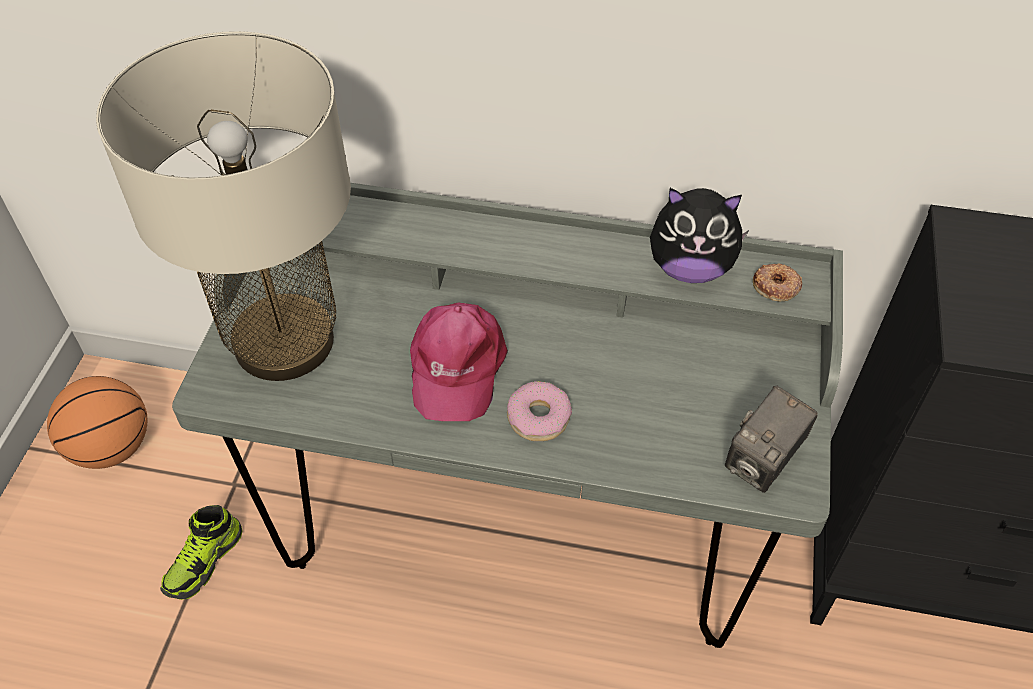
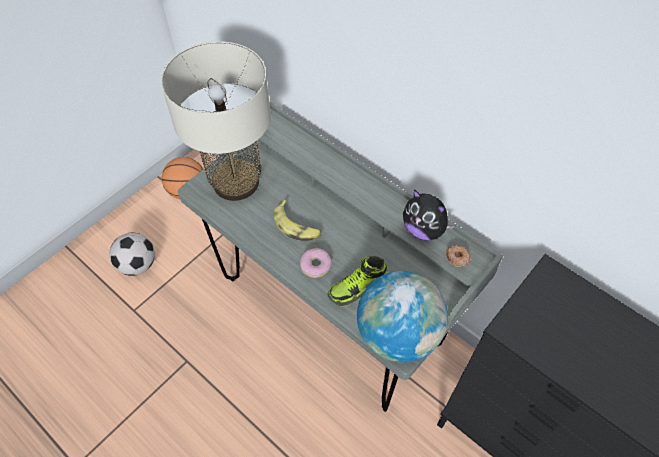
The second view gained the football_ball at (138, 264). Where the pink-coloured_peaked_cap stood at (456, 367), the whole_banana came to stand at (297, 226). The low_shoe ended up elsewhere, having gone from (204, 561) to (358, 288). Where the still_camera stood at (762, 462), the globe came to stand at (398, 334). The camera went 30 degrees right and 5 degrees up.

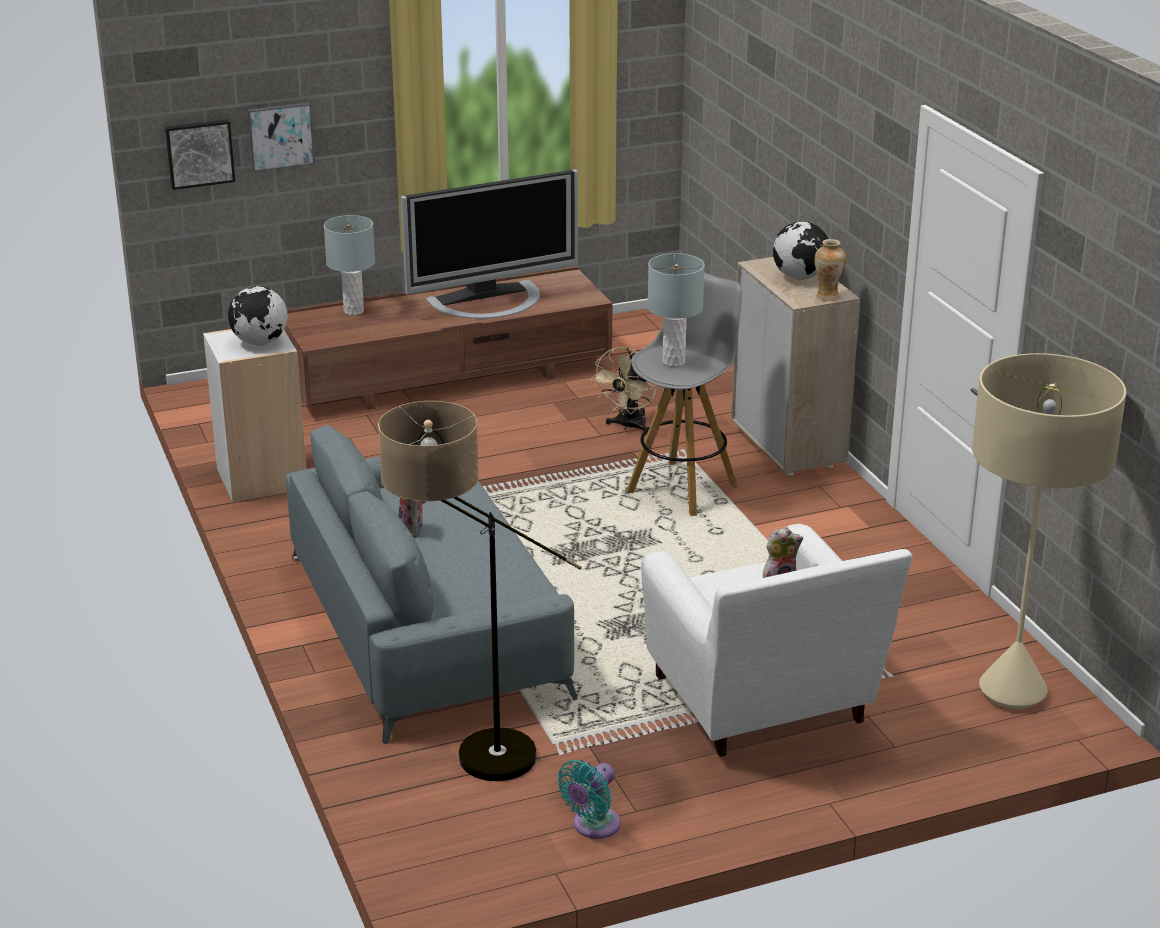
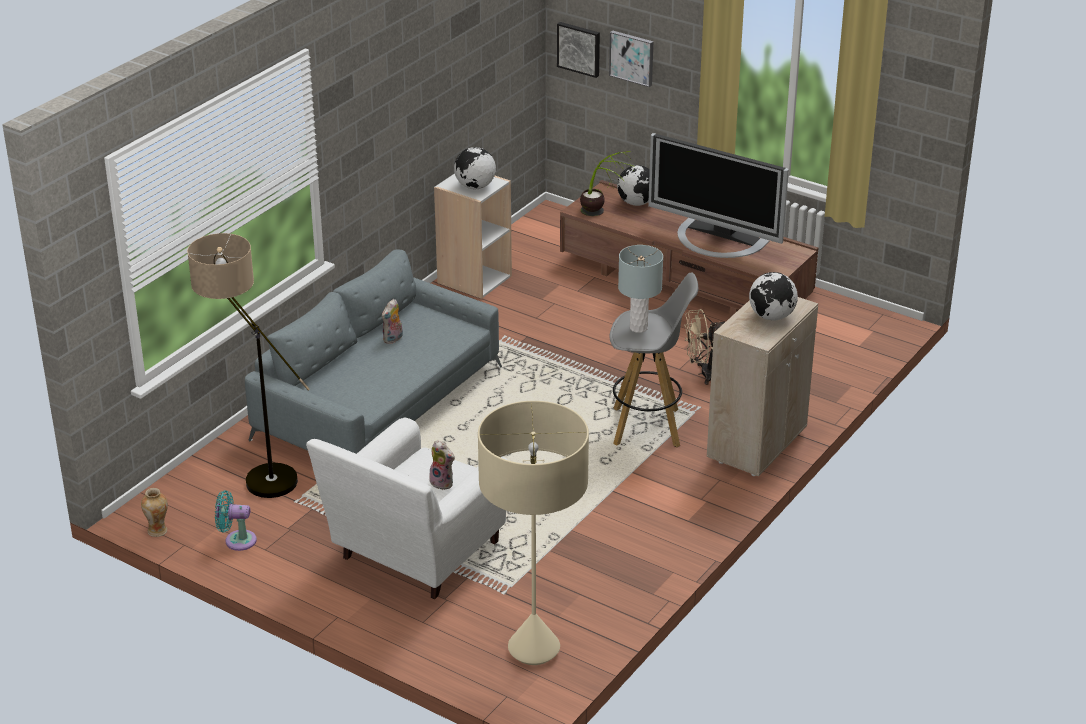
The vase ended up elsewhere, having gone from (827, 297) to (157, 531). The second view gained the houseplant at (603, 215). Where the gray_tabletop_lamp stood at (354, 311), the globe came to stand at (637, 203). The camera went 55 degrees right and 5 degrees up.

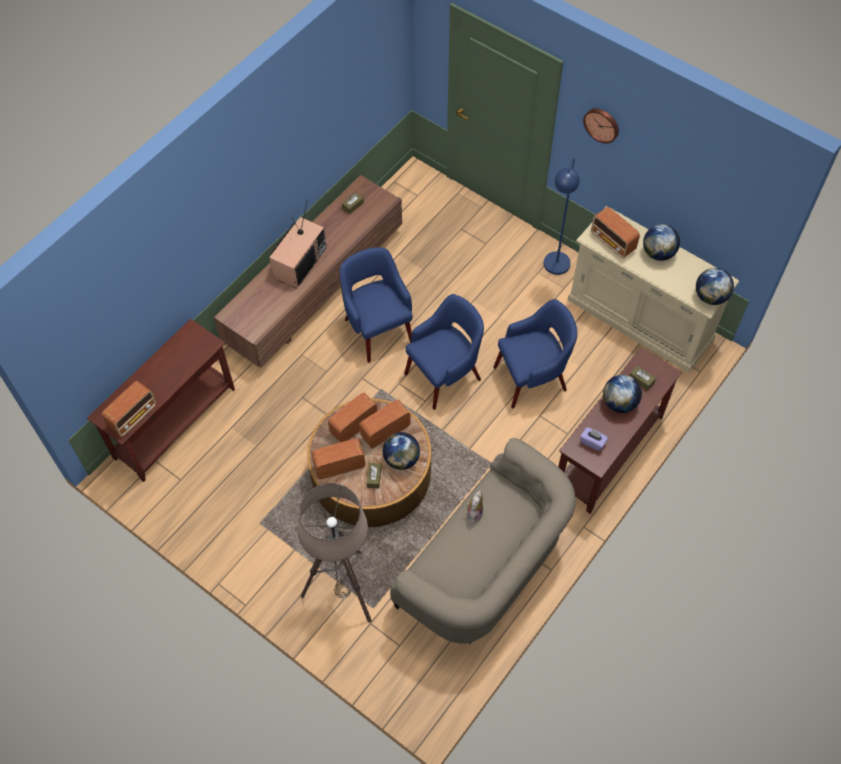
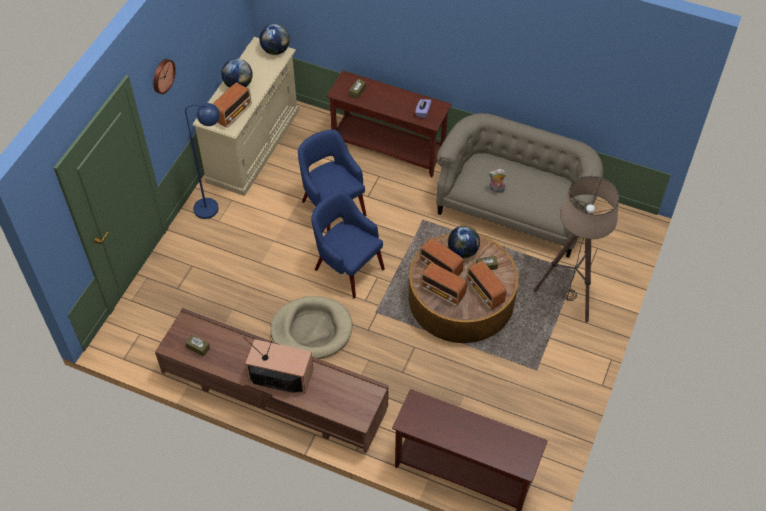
Where the blue-coloured_armchair stood at (377, 329), the beige-coloured_dog_cushion came to stand at (311, 330). The second view lost the radio_receiver at (133, 416). The second view lost the globe at (619, 403). The camera went 105 degrees left and 5 degrees down.

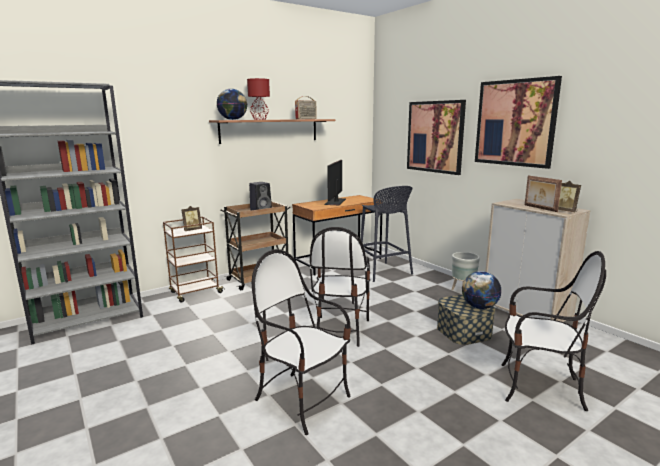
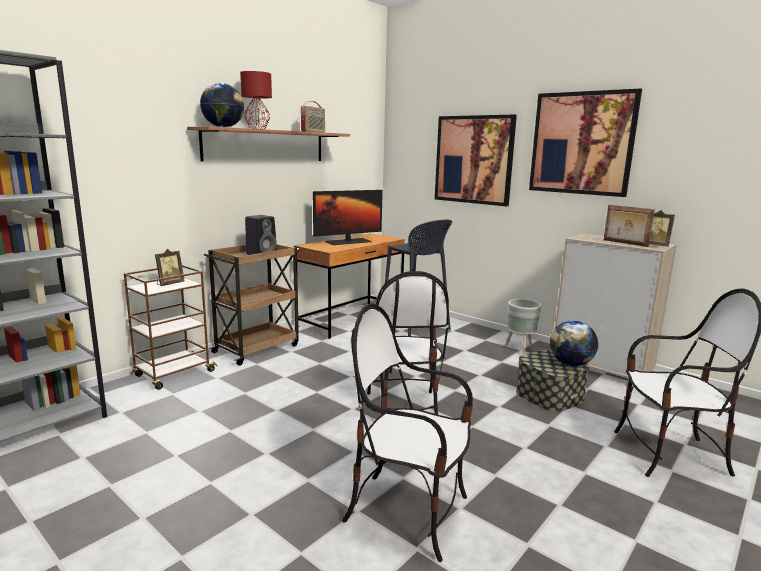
The computer_display at (335, 202) ended up facing another way, 120 degrees counterclockwise from before. The camera went 15 degrees left and 0 degrees up.

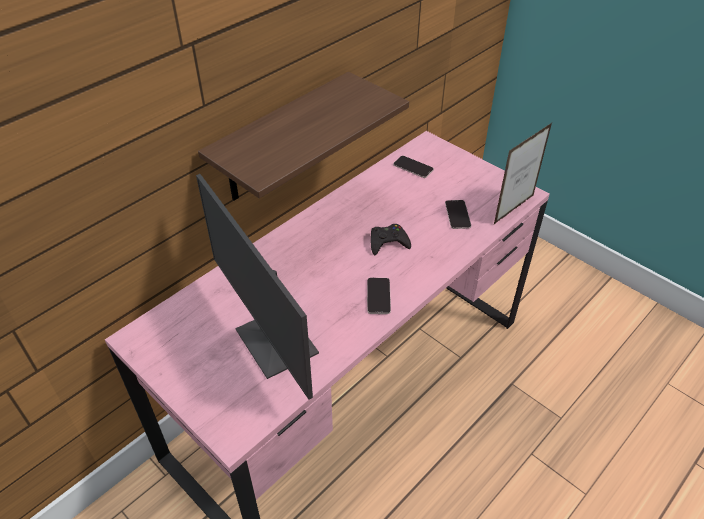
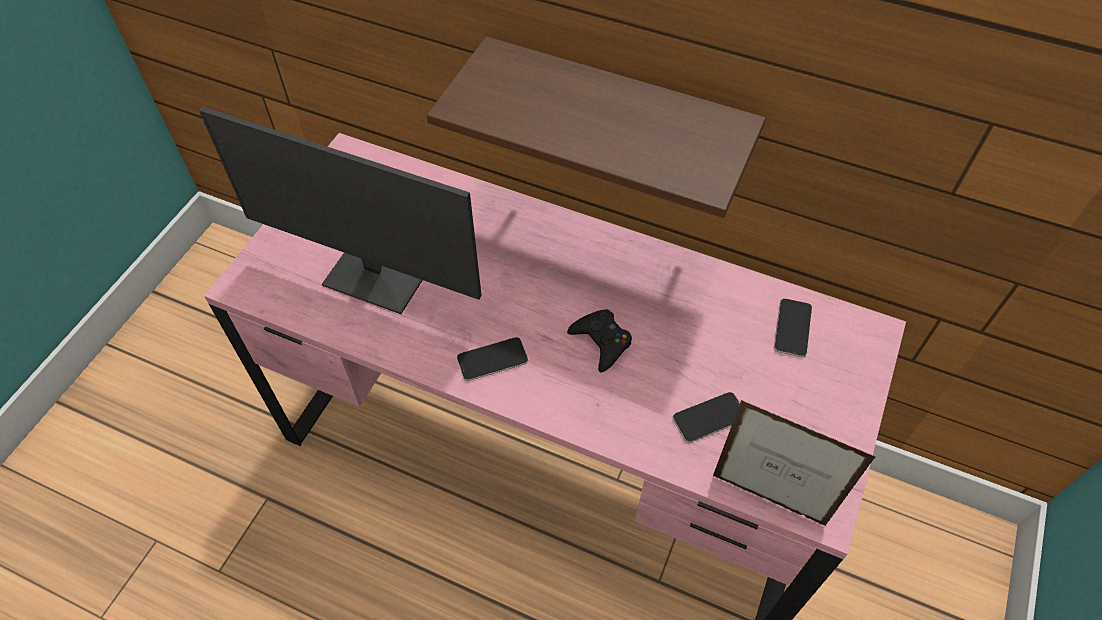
The computer_display at (274, 342) ended up facing another way, 105 degrees counterclockwise from before. The camera went 70 degrees right and 10 degrees up.

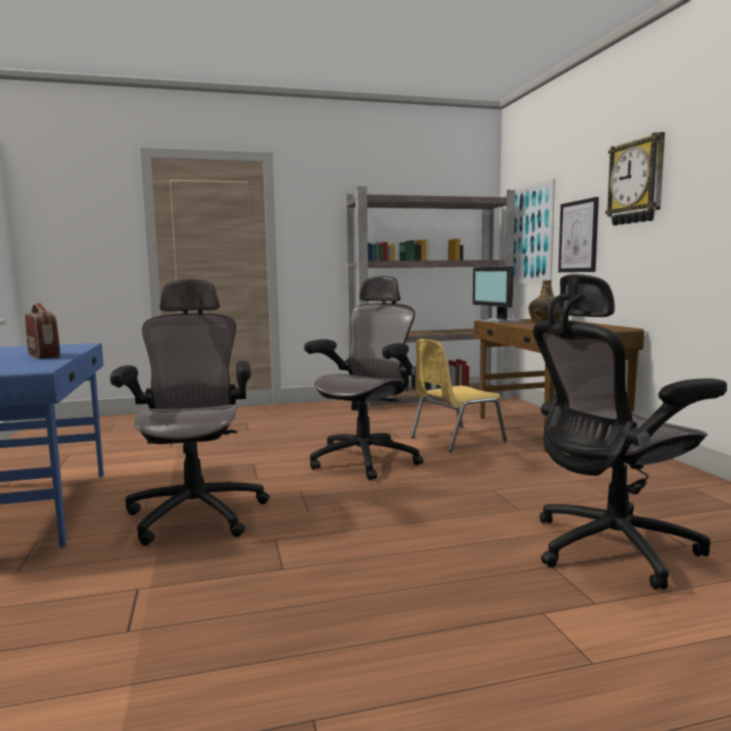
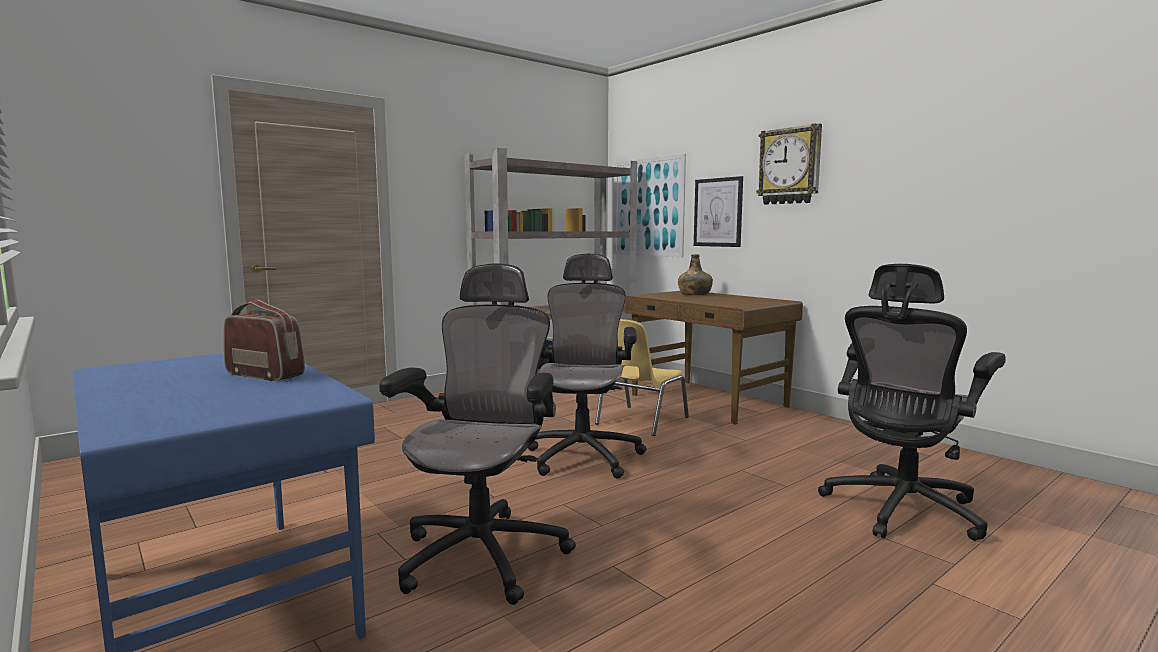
The desk_chair at (196, 514) ended up facing another way, 45 degrees clockwise from before. The second view lost the computer_display at (500, 321). The camera went 25 degrees left and 0 degrees up.

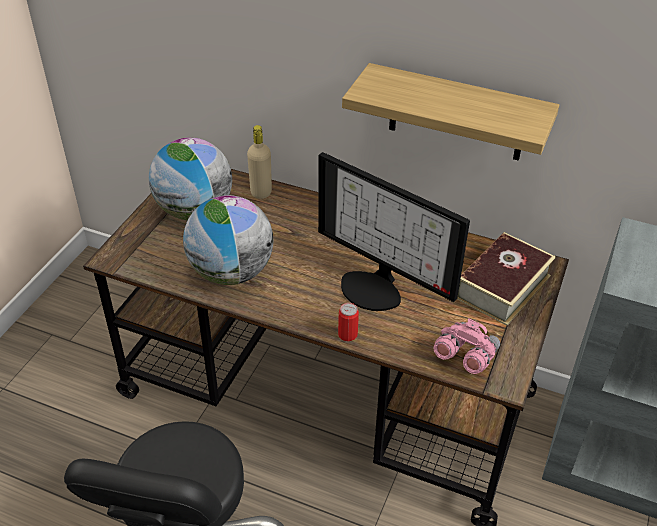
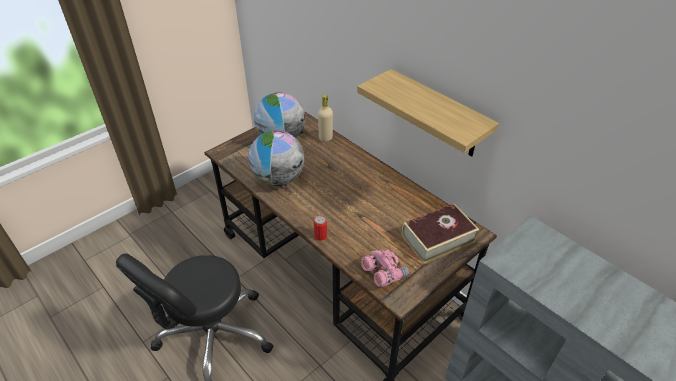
The second view lost the computer_display at (375, 287). The camera went 25 degrees right and 0 degrees up.

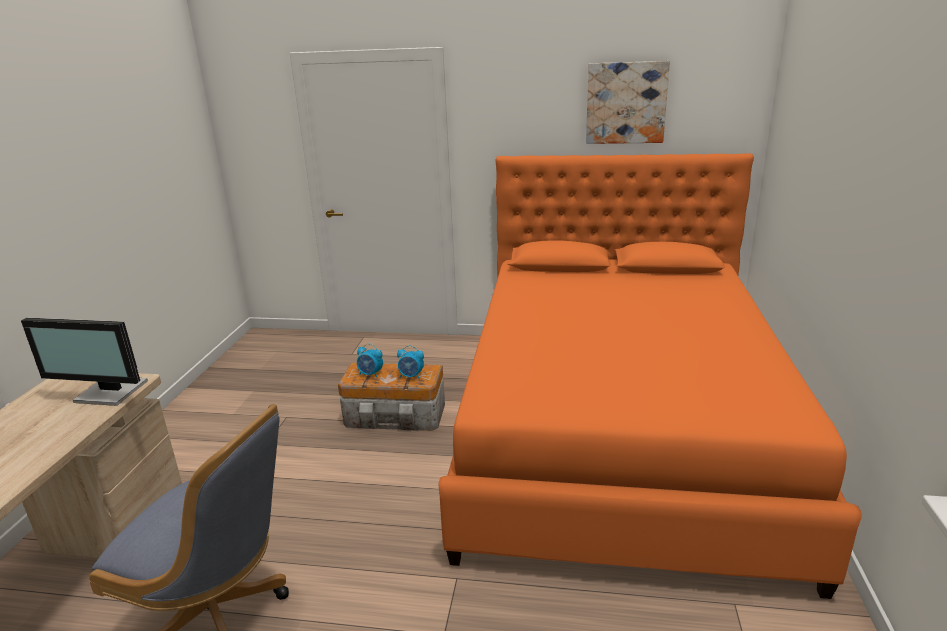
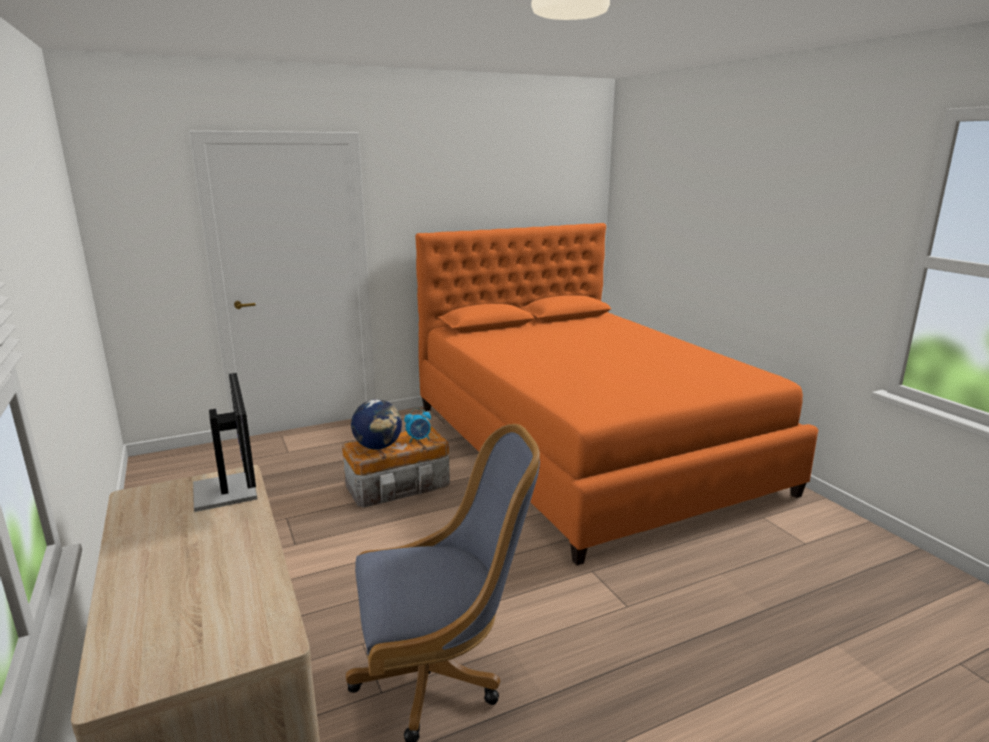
The computer_display at (110, 393) ended up facing another way, 90 degrees counterclockwise from before. Where the alarm_clock stood at (371, 374), the globe came to stand at (378, 447). The second view lost the wall_picture at (626, 103). The camera went 35 degrees left and 5 degrees down.

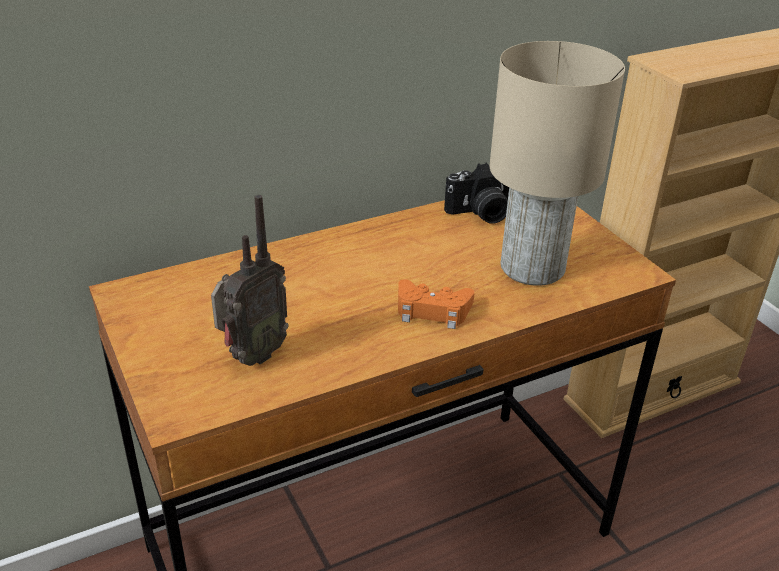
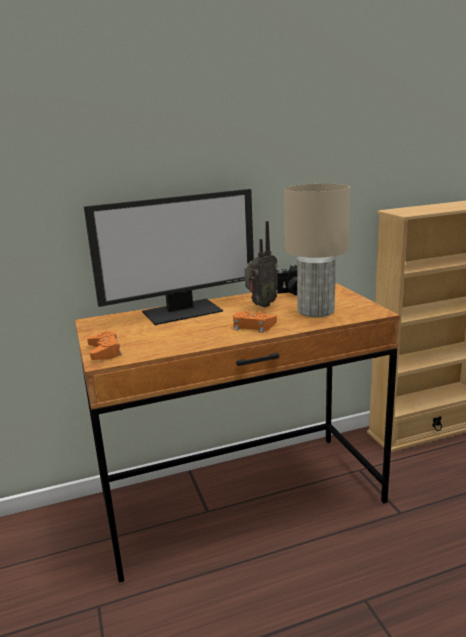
The second view gained the computer_display at (182, 311). The second view gained the orange_joypad at (104, 351). The radio_receiver ended up elsewhere, having gone from (252, 356) to (260, 305). The camera went 10 degrees right and 15 degrees down.

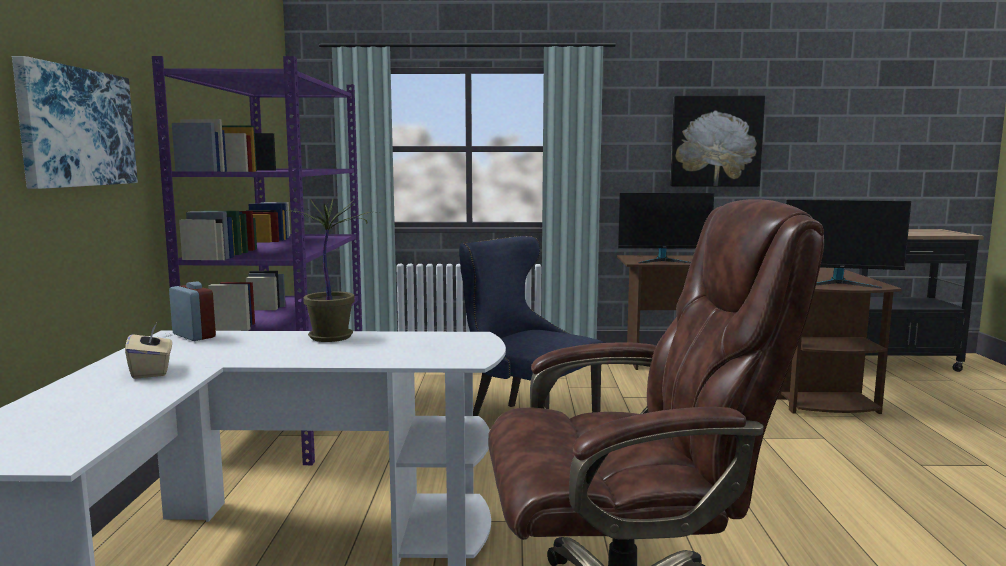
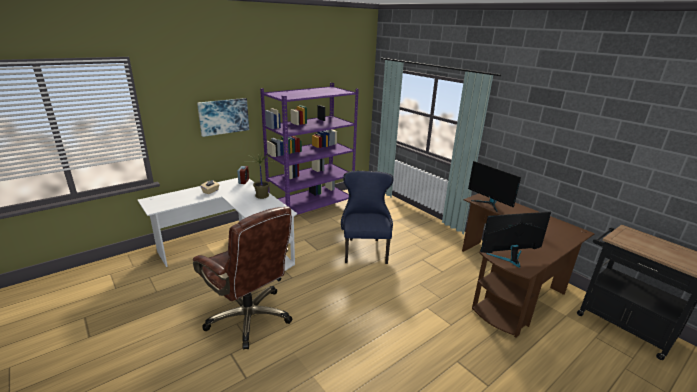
The computer_display at (840, 283) ended up facing another way, 105 degrees clockwise from before. The second view lost the wall_picture at (716, 141). The camera went 50 degrees right and 15 degrees up.

